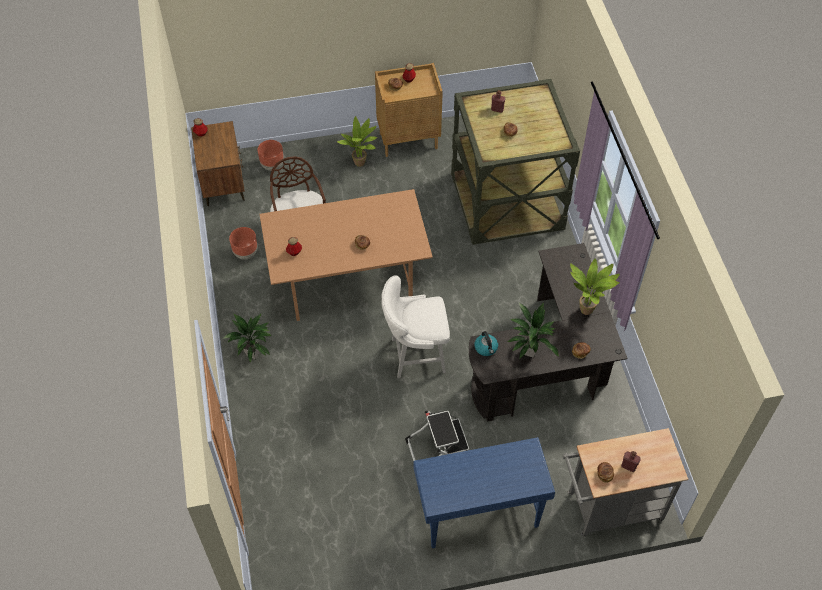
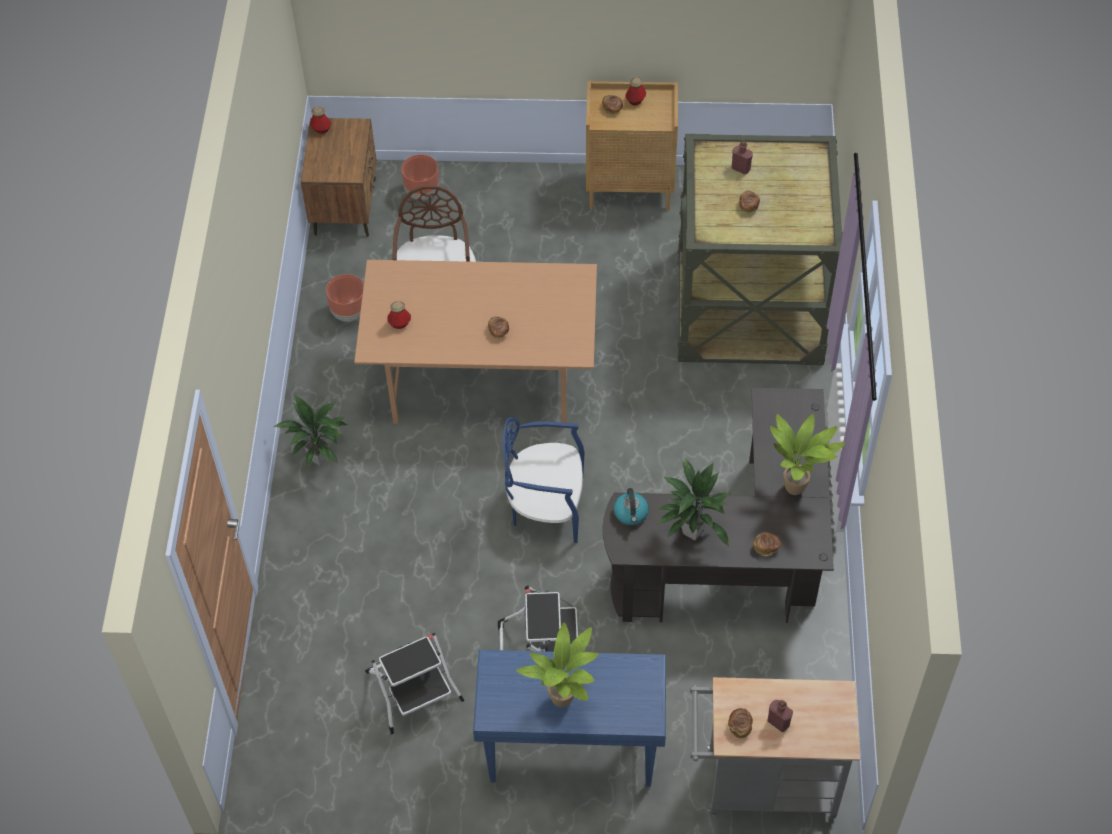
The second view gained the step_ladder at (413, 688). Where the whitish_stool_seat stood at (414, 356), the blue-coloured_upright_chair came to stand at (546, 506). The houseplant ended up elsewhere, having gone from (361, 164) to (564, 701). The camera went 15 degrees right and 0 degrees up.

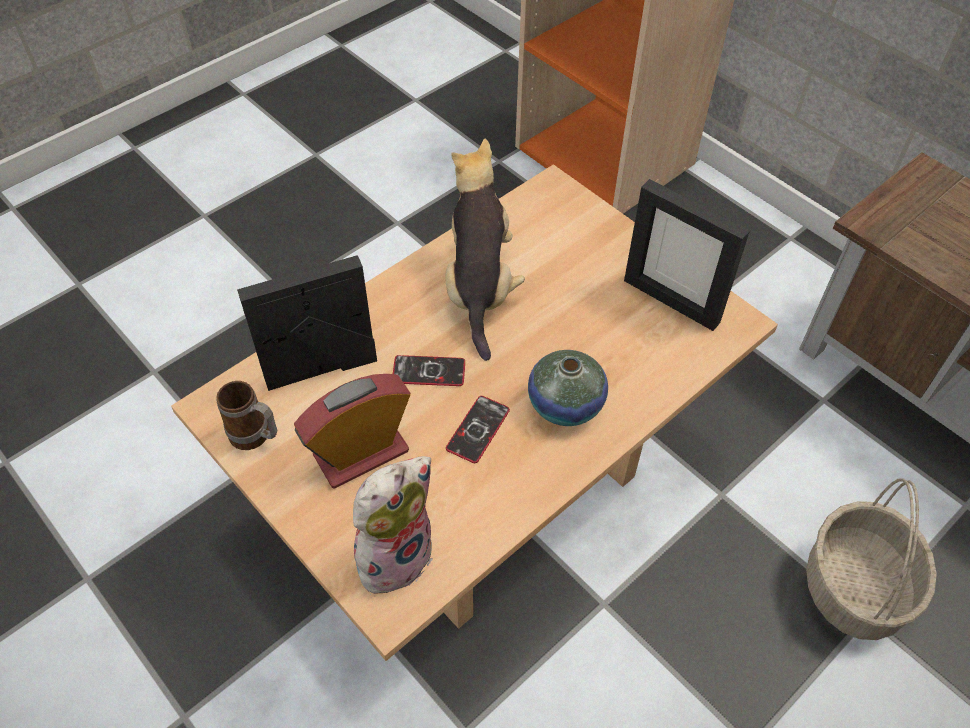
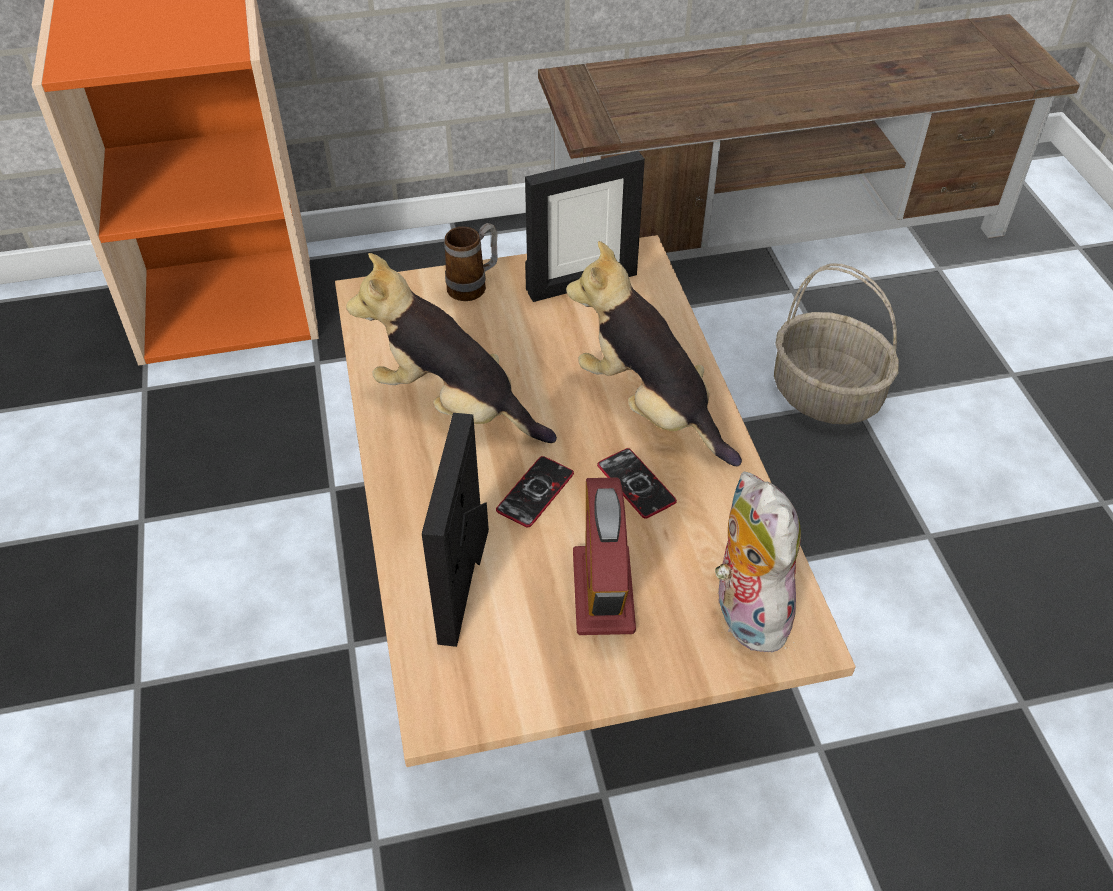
The coffee_mug ended up elsewhere, having gone from (256, 437) to (474, 286). Where the vase stood at (565, 404), the cuddly_toy came to stand at (650, 407). The camera went 60 degrees left and 5 degrees down.

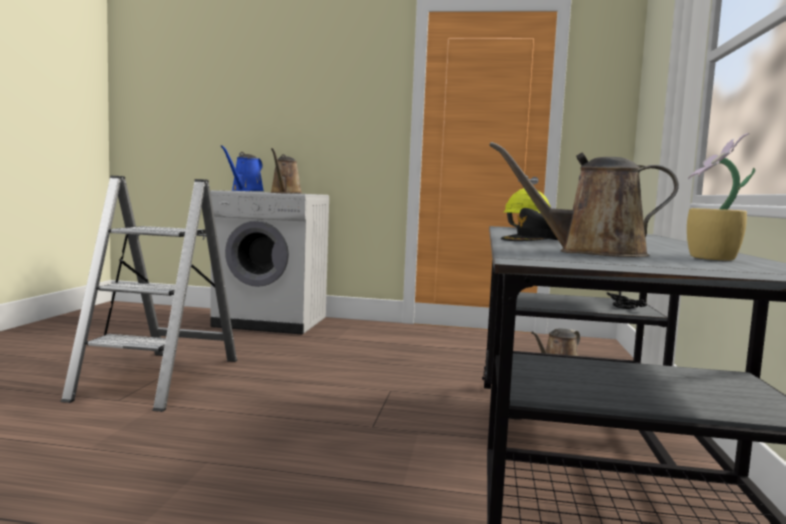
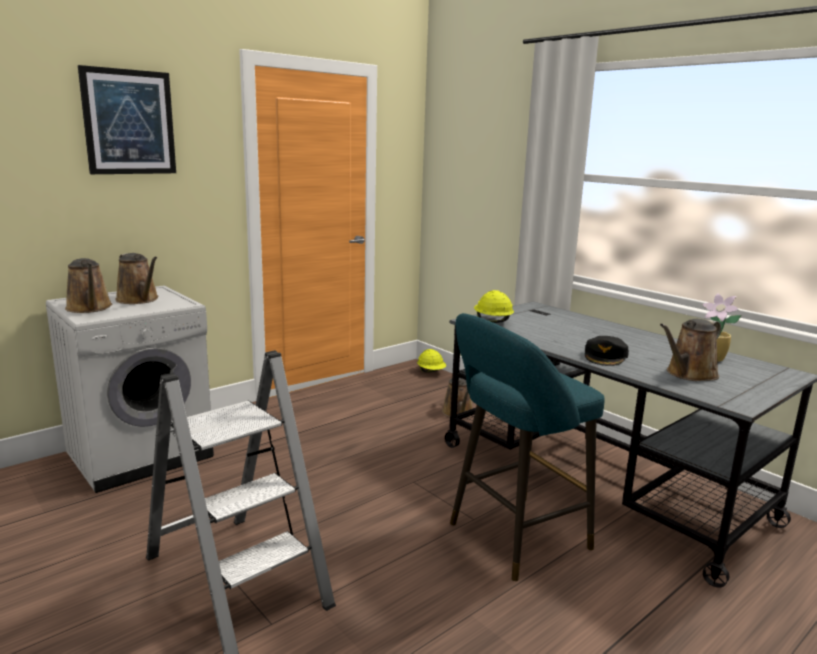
What was the blue-coloured_watering_pot at (245, 191) turned into the brownish_watering_pot at (90, 308). The second view gained the wall_picture at (129, 122). The second view gained the yellow_hard_hat at (431, 372). The second view gained the turquoise_stool_seat at (512, 538). The camera went 50 degrees left and 10 degrees up.

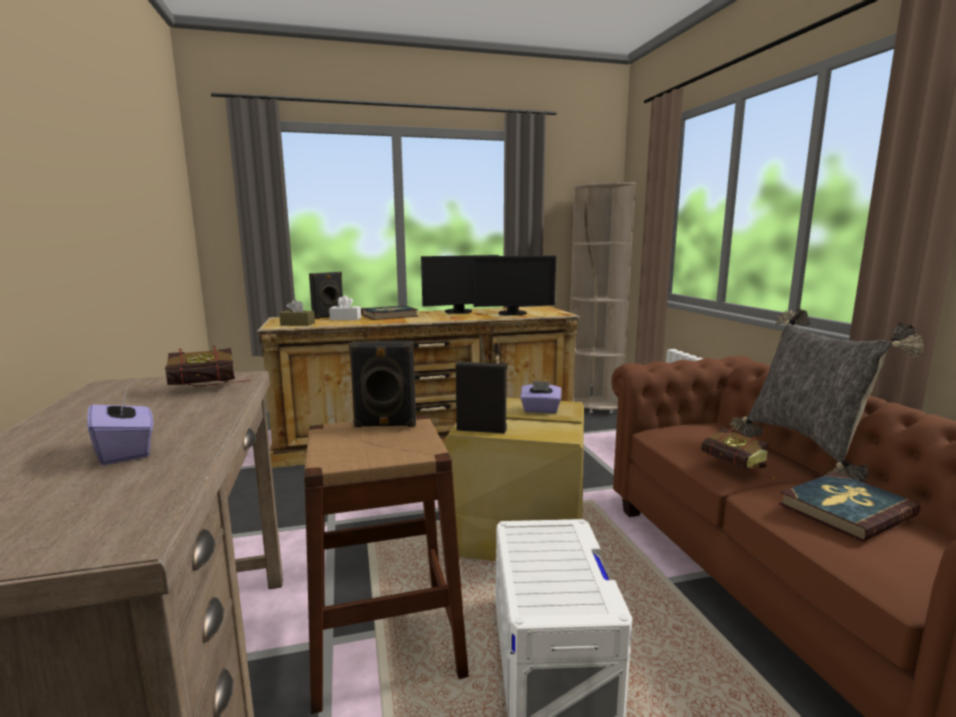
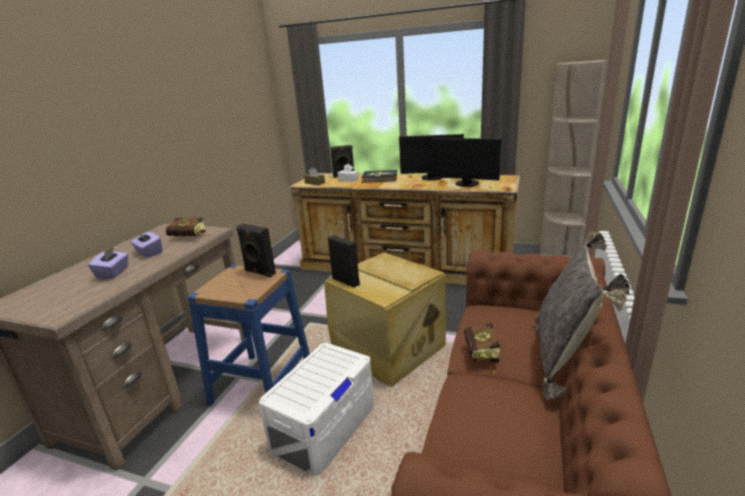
The purple_box_of_tissues ended up elsewhere, having gone from (540, 410) to (149, 253). What was the brownish_stool_seat at (385, 638) turned into the blue-coloured_stool_seat at (262, 384). The second view lost the volume at (845, 510). The camera went 35 degrees right and 10 degrees up.

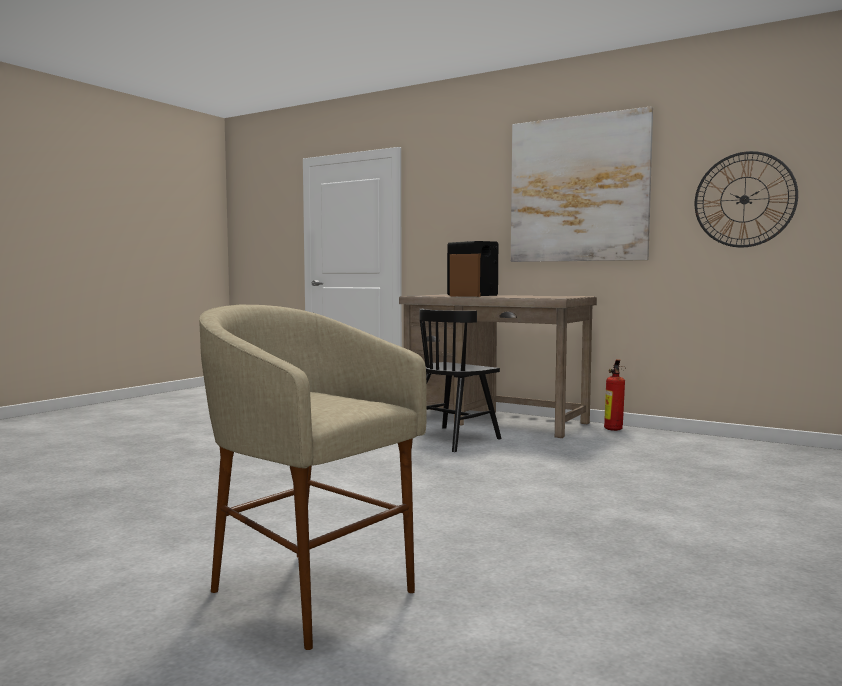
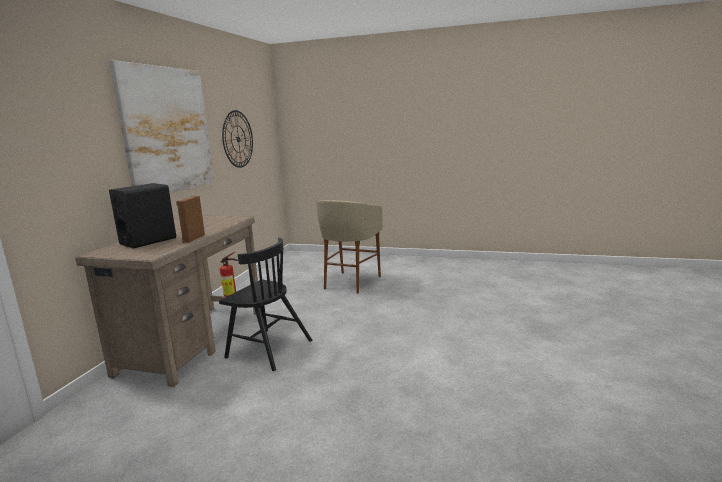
The beige-coloured_stool_seat ended up elsewhere, having gone from (307, 593) to (351, 282). The camera went 105 degrees left and 10 degrees up.

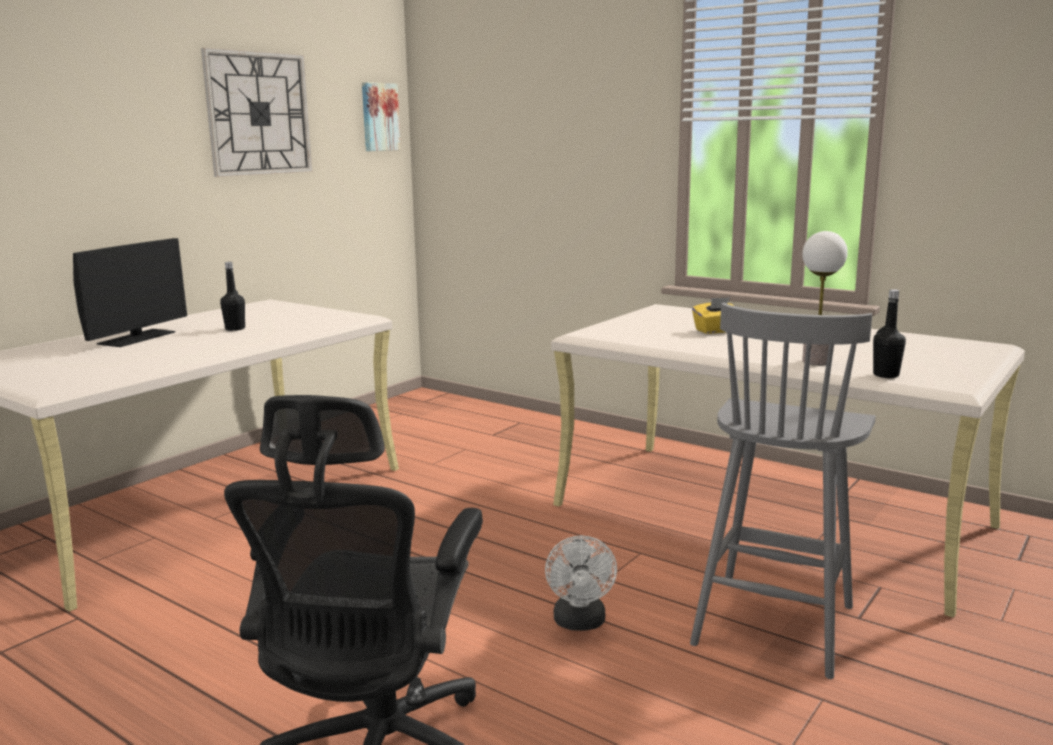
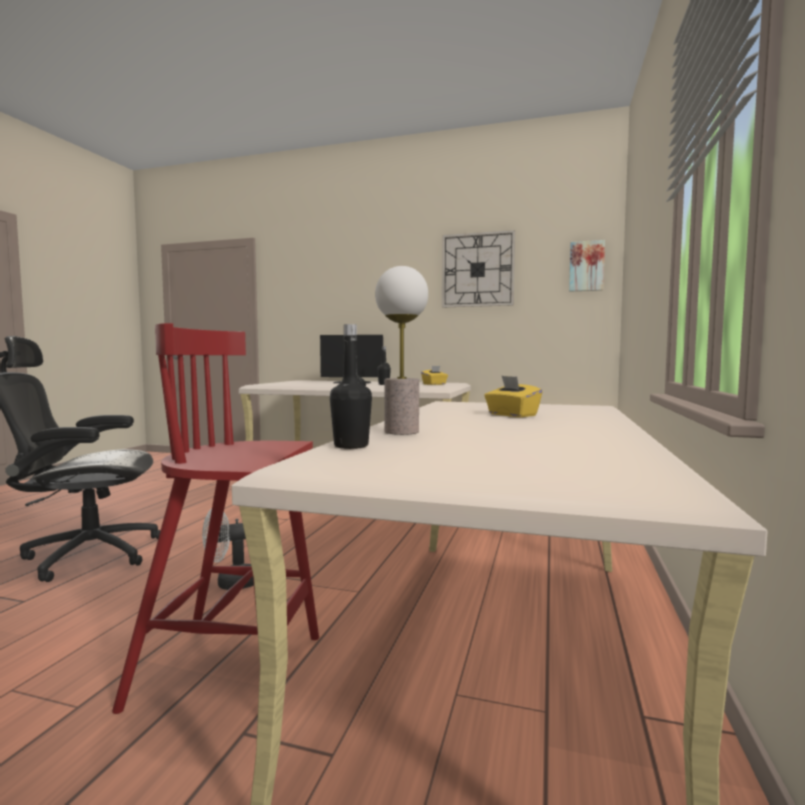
What was the gray_stool_seat at (774, 621) turned into the reddish_stool_seat at (235, 670). The second view gained the yellow_box_of_tissues at (434, 384). The camera went 70 degrees right and 10 degrees down.

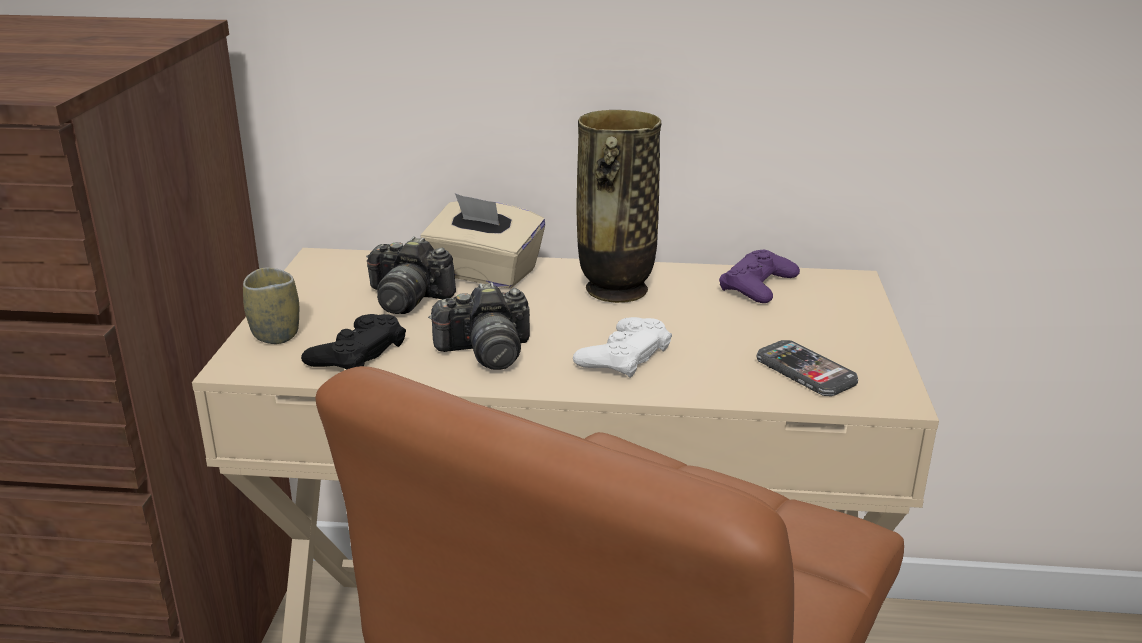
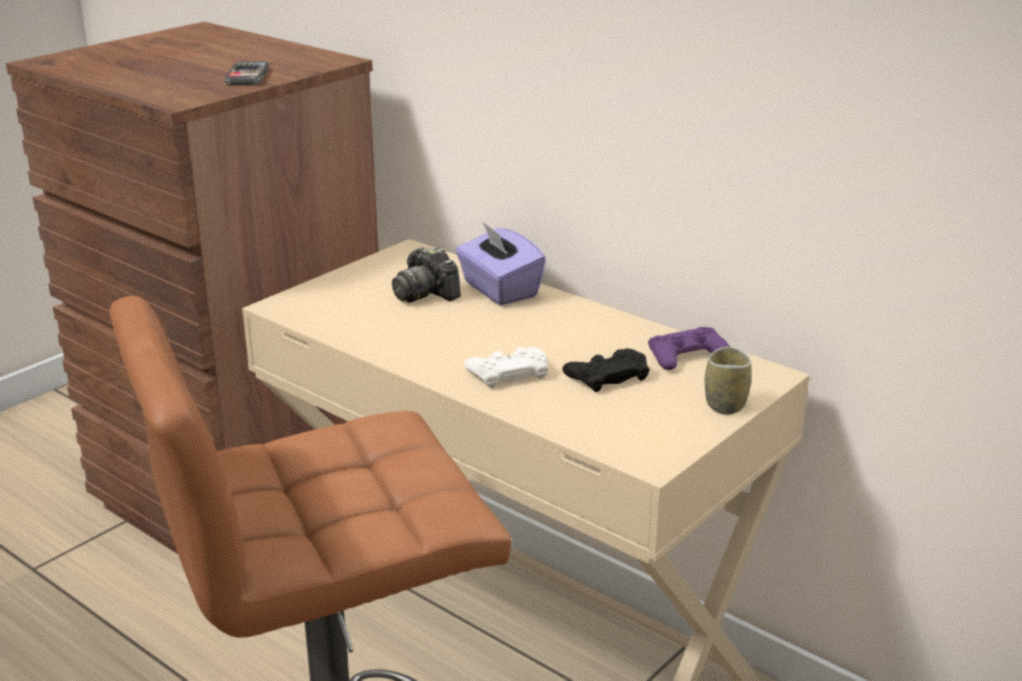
The telephone ended up elsewhere, having gone from (805, 371) to (247, 76). What was the beige-coloured_box_of_tissues at (483, 273) turned into the purple_box_of_tissues at (499, 290). The black_joypad ended up elsewhere, having gone from (357, 353) to (607, 376). The cup ended up elsewhere, having gone from (275, 334) to (725, 405). The second view lost the still_camera at (486, 352). The second view lost the vase at (615, 291). The camera went 35 degrees right and 0 degrees up.

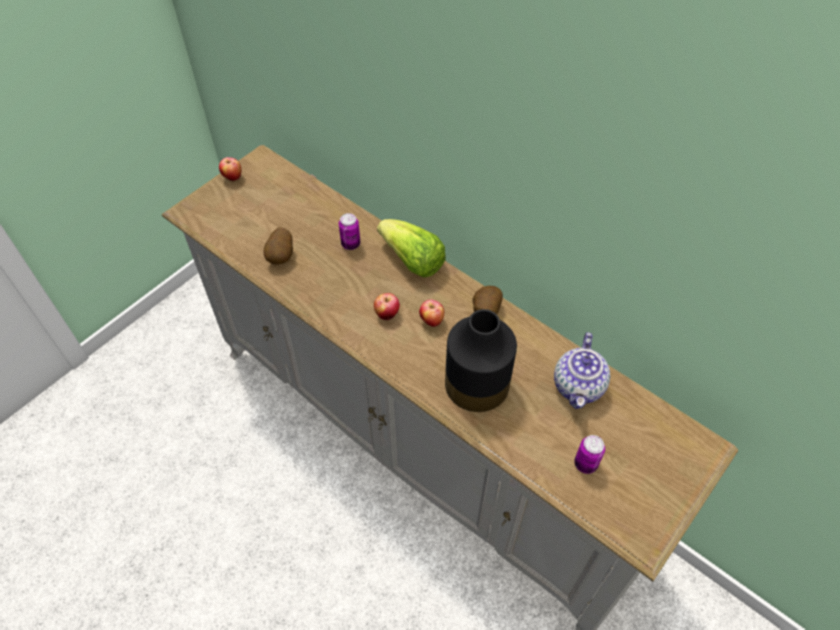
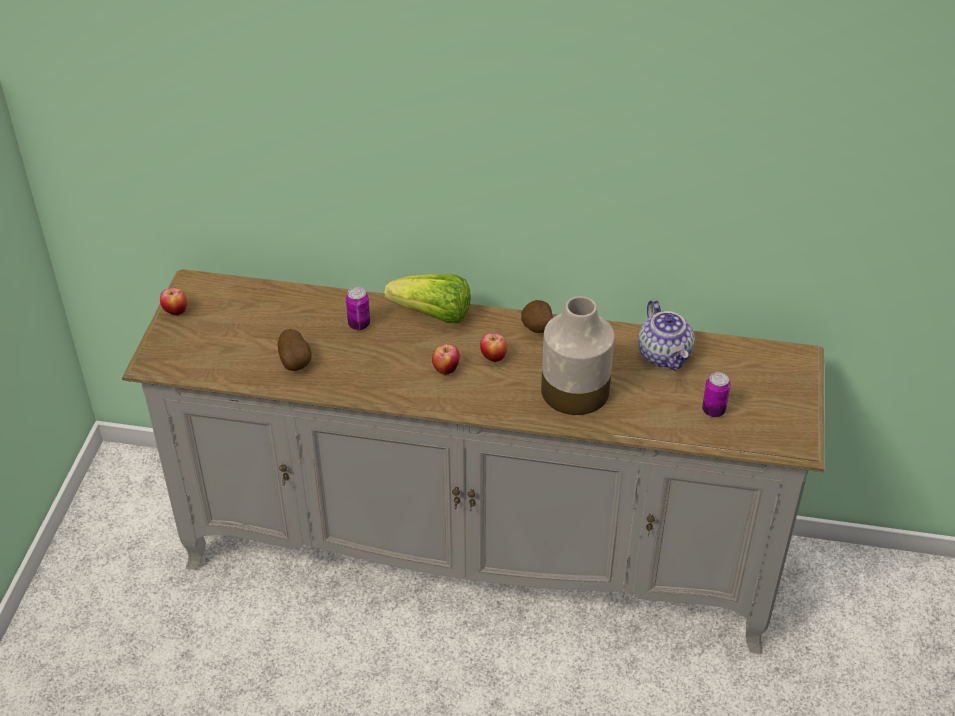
What was the black_vase at (477, 384) turned into the beige-coloured_vase at (575, 390). The camera went 30 degrees left and 10 degrees down.

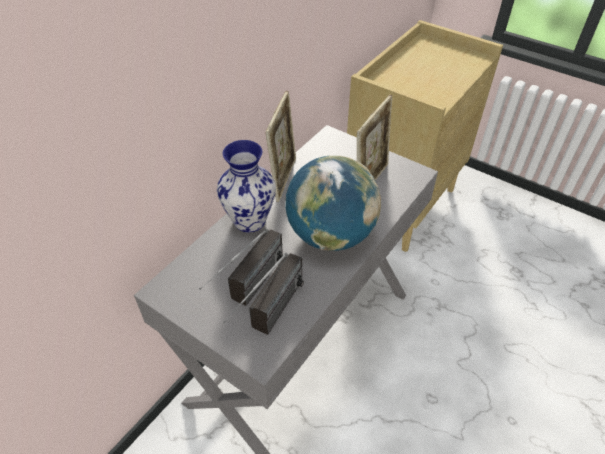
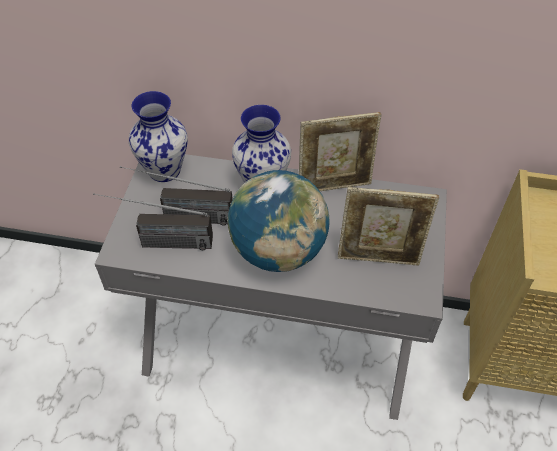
The second view gained the vase at (164, 169). The camera went 65 degrees right and 5 degrees up.

